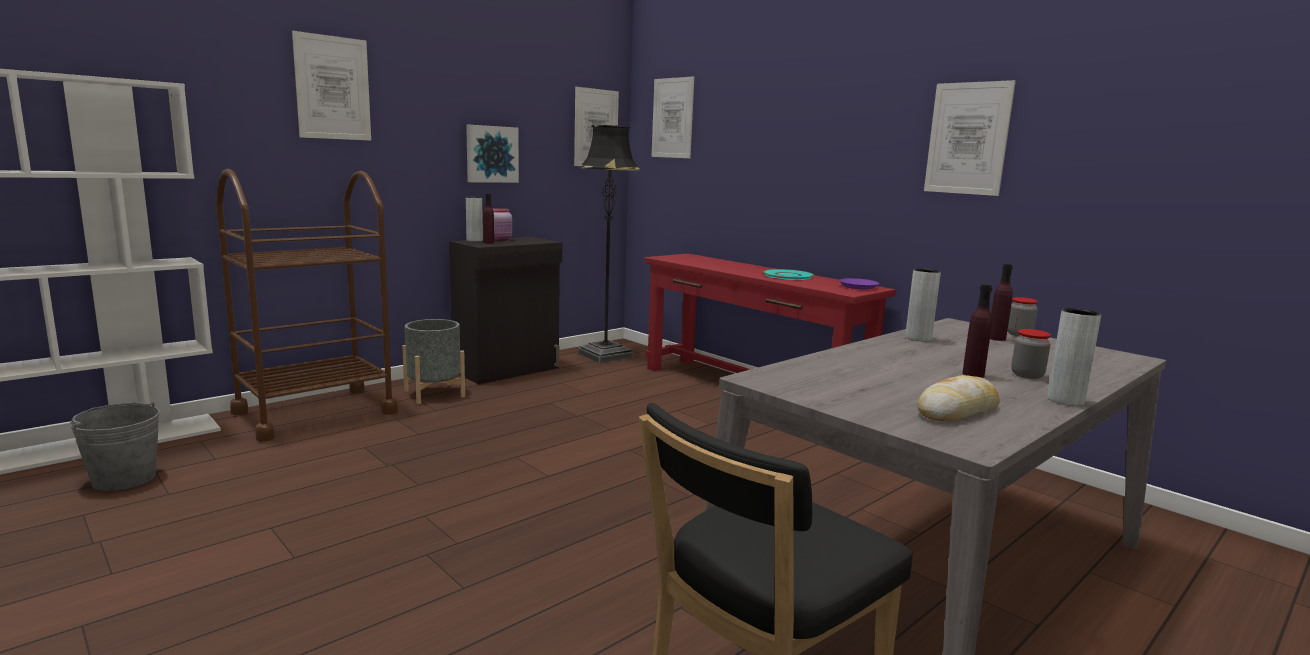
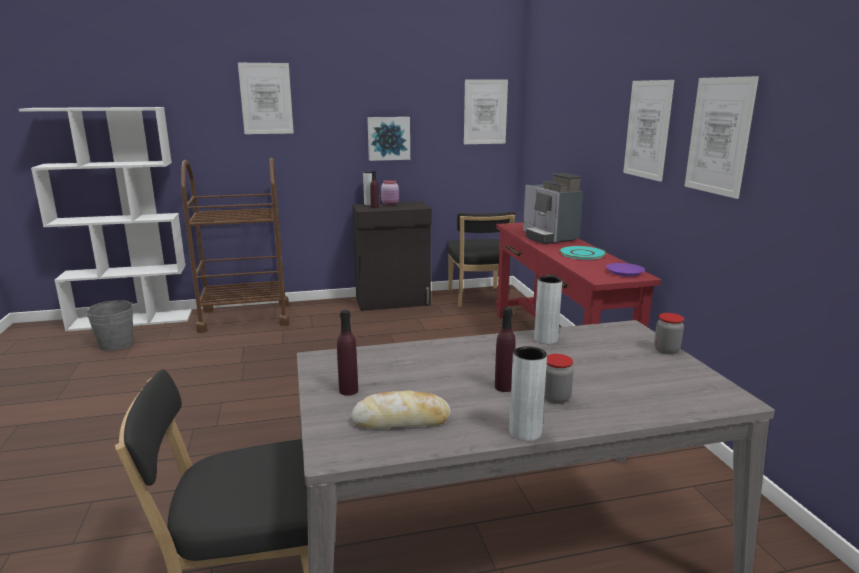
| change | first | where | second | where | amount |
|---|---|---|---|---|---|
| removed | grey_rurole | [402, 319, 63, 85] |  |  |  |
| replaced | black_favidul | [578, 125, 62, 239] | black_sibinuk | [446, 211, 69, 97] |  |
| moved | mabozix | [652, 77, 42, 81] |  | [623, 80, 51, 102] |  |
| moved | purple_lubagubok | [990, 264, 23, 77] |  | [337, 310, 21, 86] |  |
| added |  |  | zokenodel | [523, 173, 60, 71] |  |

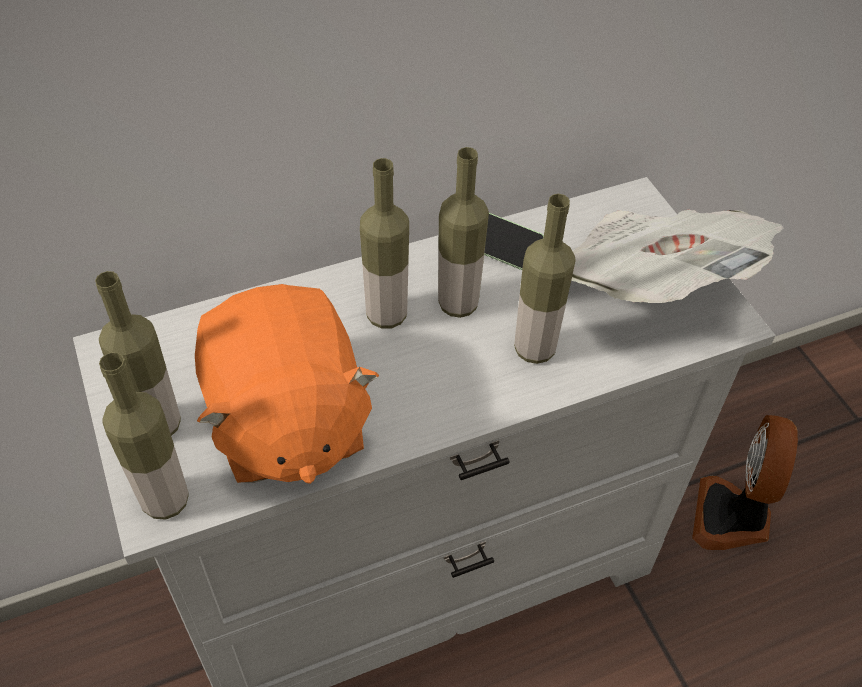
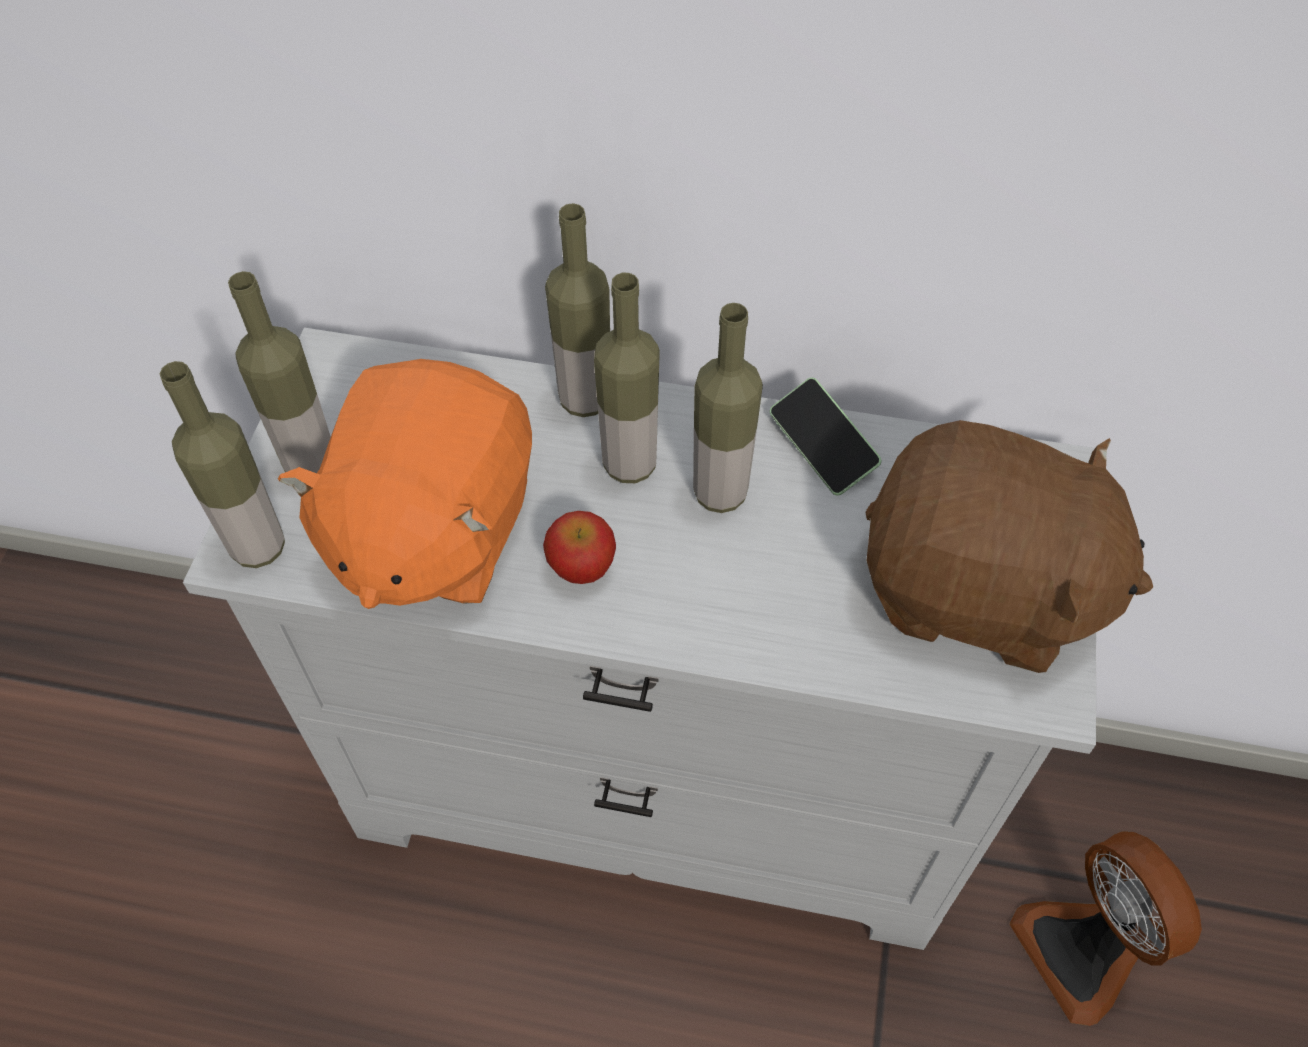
| change | first | where | second | where | amount |
|---|---|---|---|---|---|
| moved | lubagubok | [514, 194, 62, 170] |  | [545, 203, 65, 214] |  |
| replaced | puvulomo | [572, 210, 212, 93] | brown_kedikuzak | [866, 420, 287, 253] |  |
| turned | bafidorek | [692, 415, 106, 135] |  | [1009, 831, 193, 195] | 75 degrees counterclockwise |
| added |  |  | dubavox | [543, 511, 73, 73] |  |

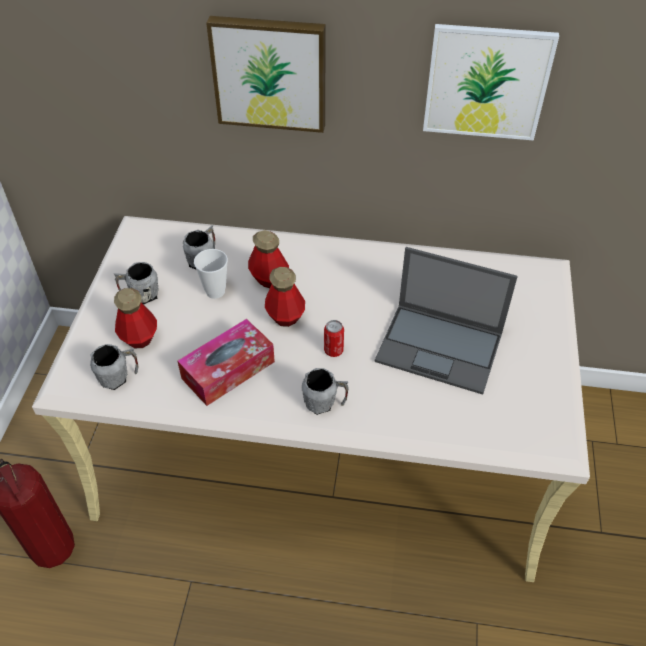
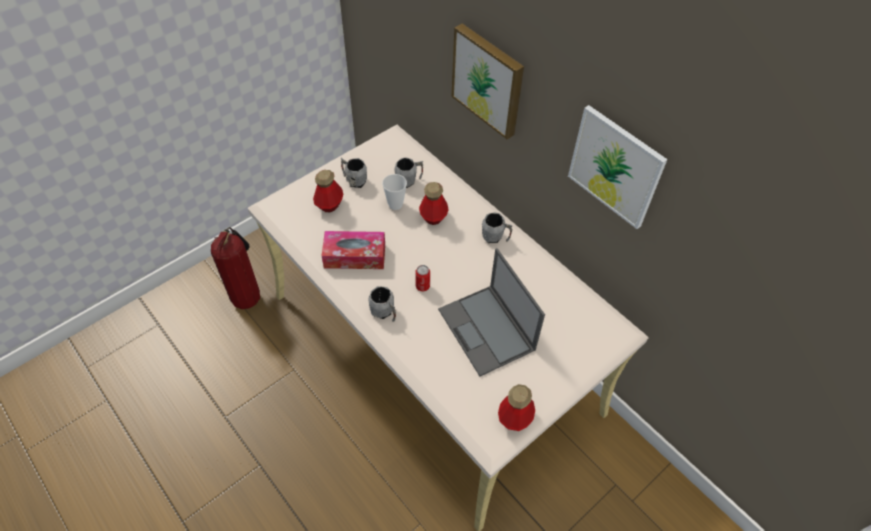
| change | first | where | second | where | amount |
|---|---|---|---|---|---|
| moved | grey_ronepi | [90, 344, 49, 46] |  | [482, 212, 31, 31] |  |
| moved | lubagubok | [265, 267, 40, 60] |  | [498, 384, 37, 47] |  |

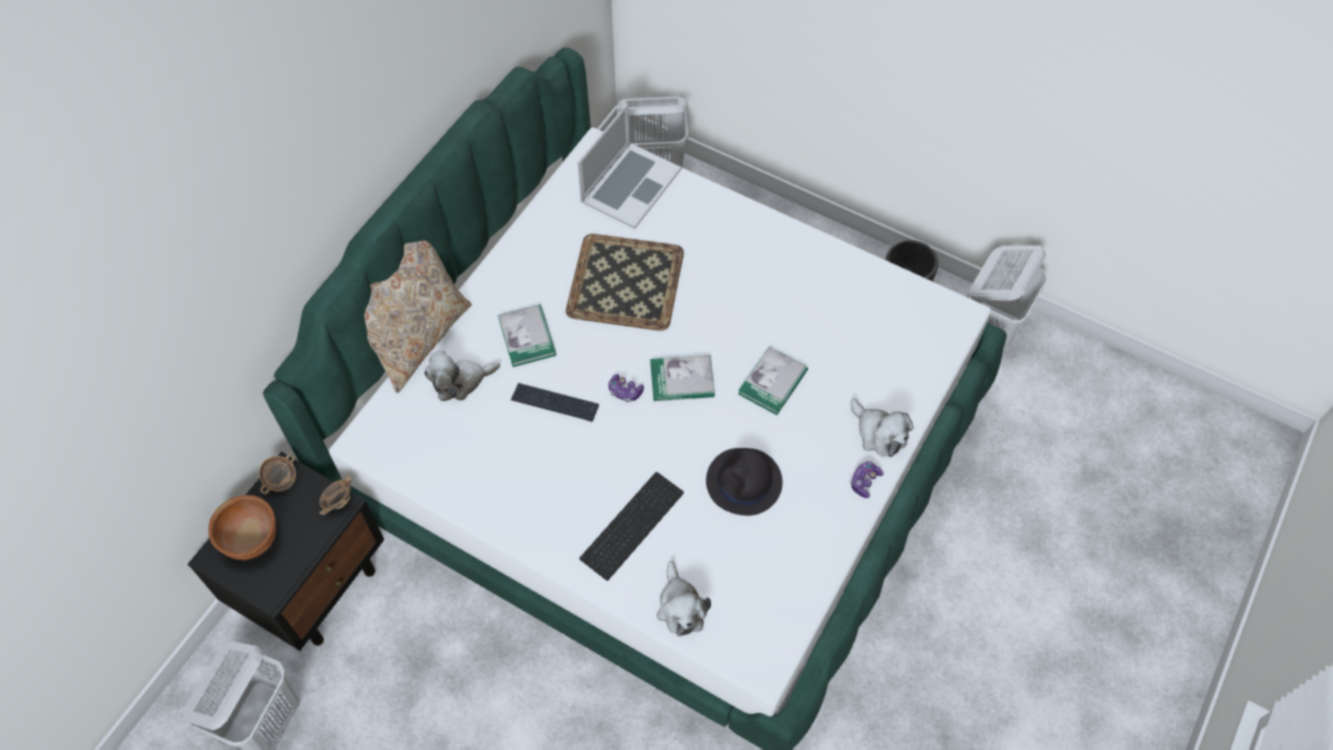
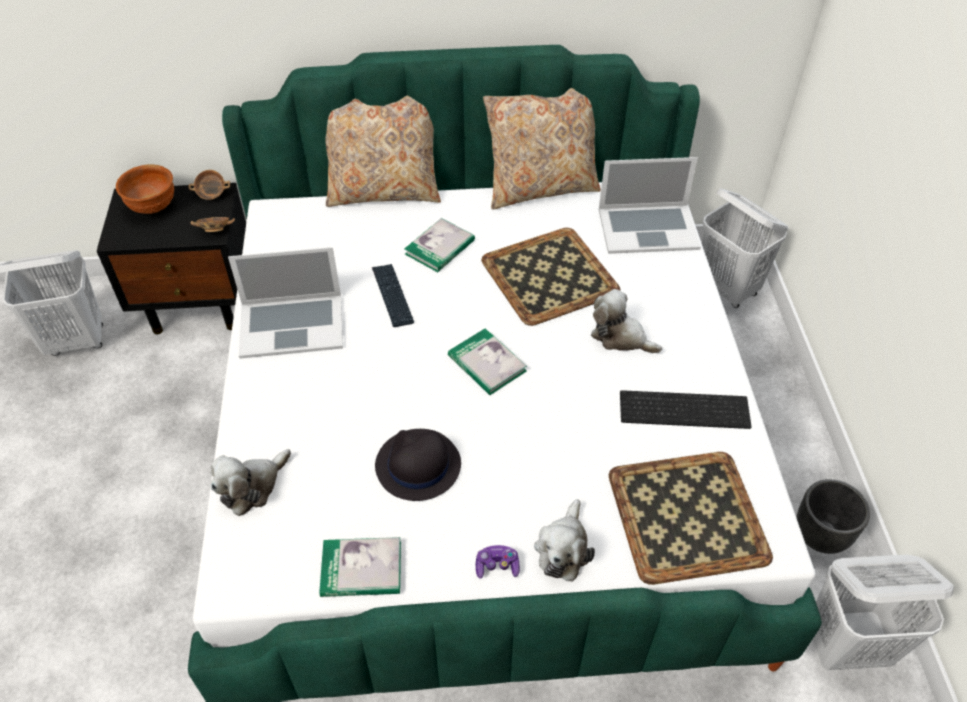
| change | first | where | second | where | amount |
|---|---|---|---|---|---|
| moved | kedikuzak | [424, 350, 76, 51] |  | [591, 289, 71, 64] |  |
| moved | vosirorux | [580, 472, 104, 109] |  | [620, 390, 132, 39] |  |
| removed | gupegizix | [608, 374, 36, 28] |  |  |  |
| moved | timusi | [738, 347, 70, 68] |  | [319, 537, 82, 60] |  |
| added |  |  | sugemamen | [228, 247, 115, 112] |  |
| added |  |  | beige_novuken | [483, 88, 118, 122] |  |
| added |  |  | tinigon | [609, 452, 164, 133] |  |

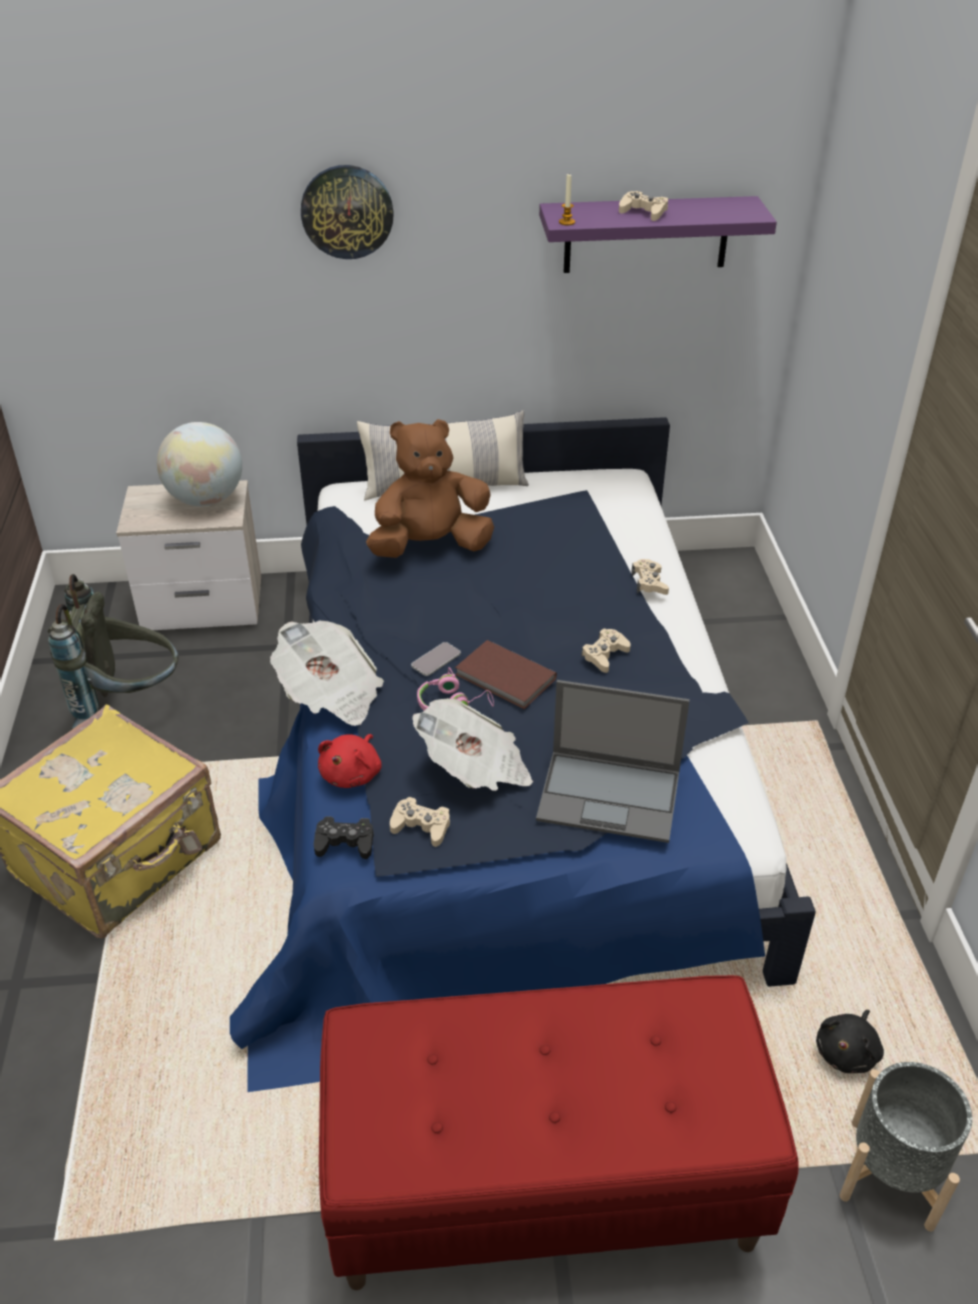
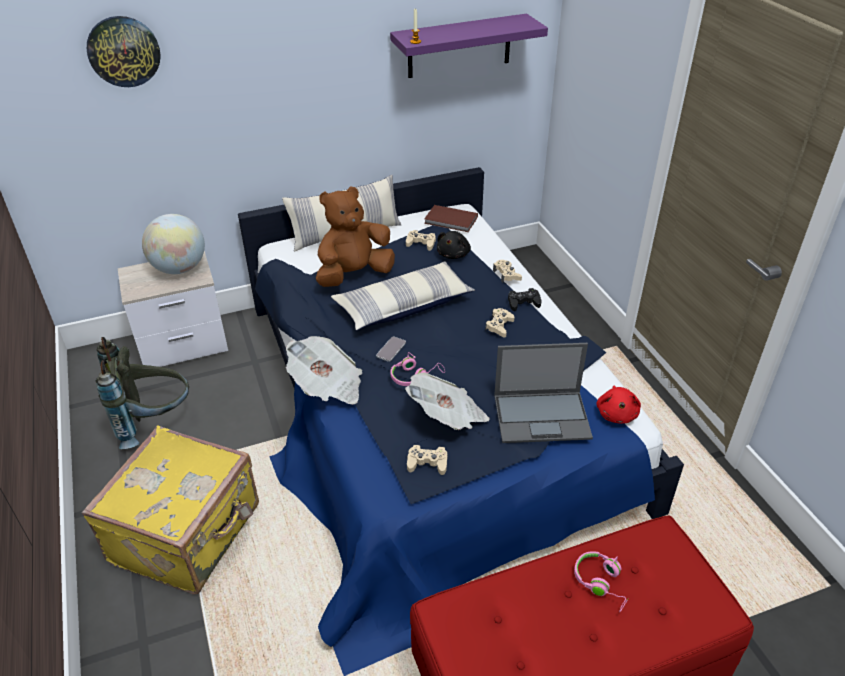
| change | first | where | second | where | amount |
|---|---|---|---|---|---|
| moved | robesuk | [301, 165, 93, 94] |  | [87, 16, 74, 71] |  |
| moved | black_gupegizix | [314, 816, 60, 43] |  | [508, 288, 33, 23] |  |
| moved | red_kedikuzak | [318, 734, 64, 54] |  | [596, 386, 45, 38] |  |
| moved | brown_timusi | [455, 640, 102, 69] |  | [424, 205, 54, 27] |  |
| moved | beige_gupegizix | [619, 191, 49, 30] |  | [406, 230, 30, 21] |  |
| moved | black_kedikuzak | [816, 1010, 68, 63] |  | [437, 231, 34, 28] |  |
| removed | grey_rurole | [840, 1062, 132, 169] |  |  |  |
| added |  |  | novuken | [331, 261, 144, 70] |  |
| added |  |  | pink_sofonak | [574, 551, 54, 61] |  |

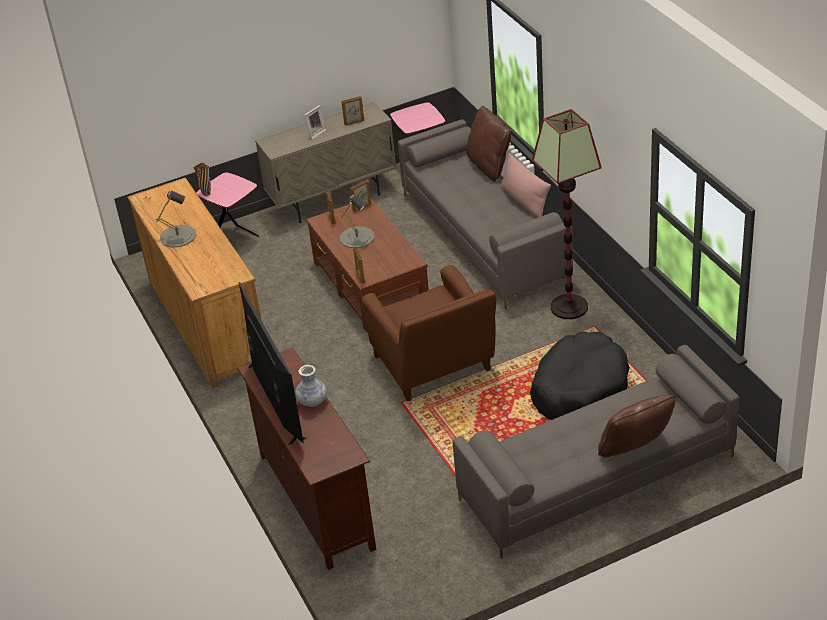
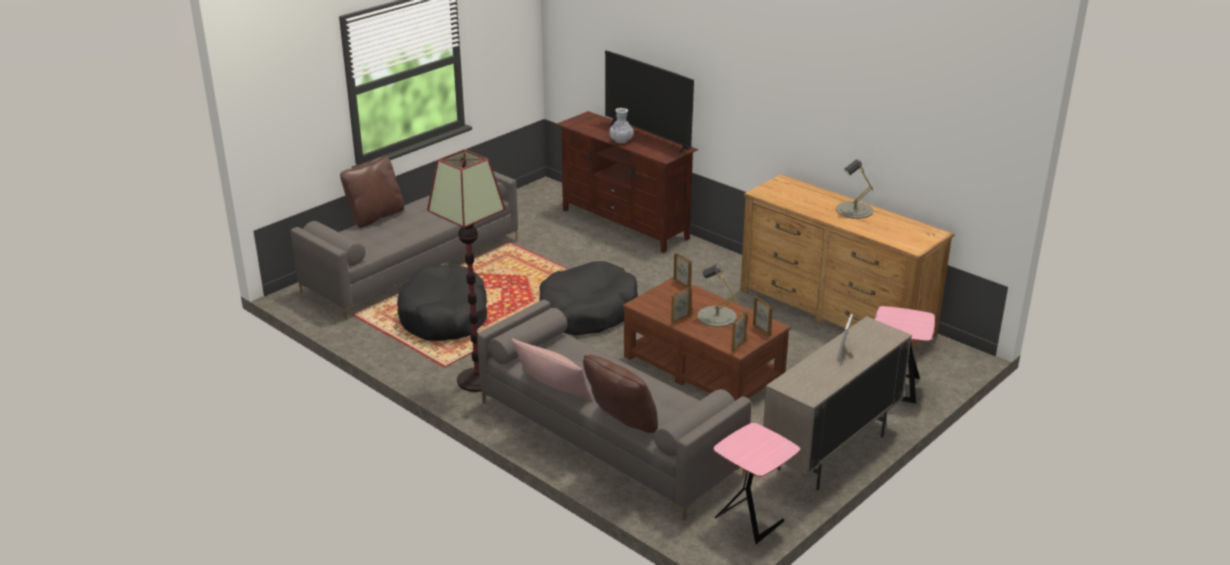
| change | first | where | second | where | amount |
|---|---|---|---|---|---|
| removed | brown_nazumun | [193, 162, 18, 34] |  |  |  |
| moved | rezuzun | [342, 96, 22, 29] |  | [671, 287, 21, 37] |  |
| replaced | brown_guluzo | [362, 265, 134, 136] | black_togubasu | [540, 261, 98, 74] |  |

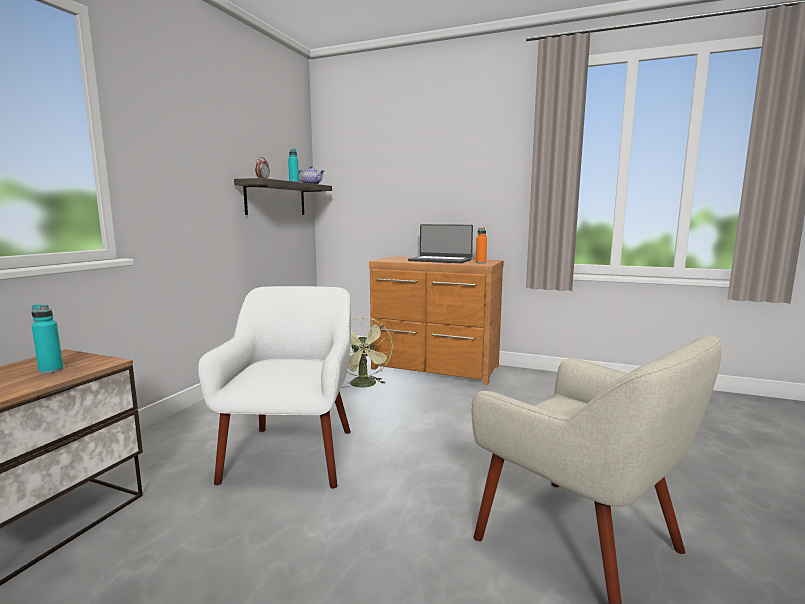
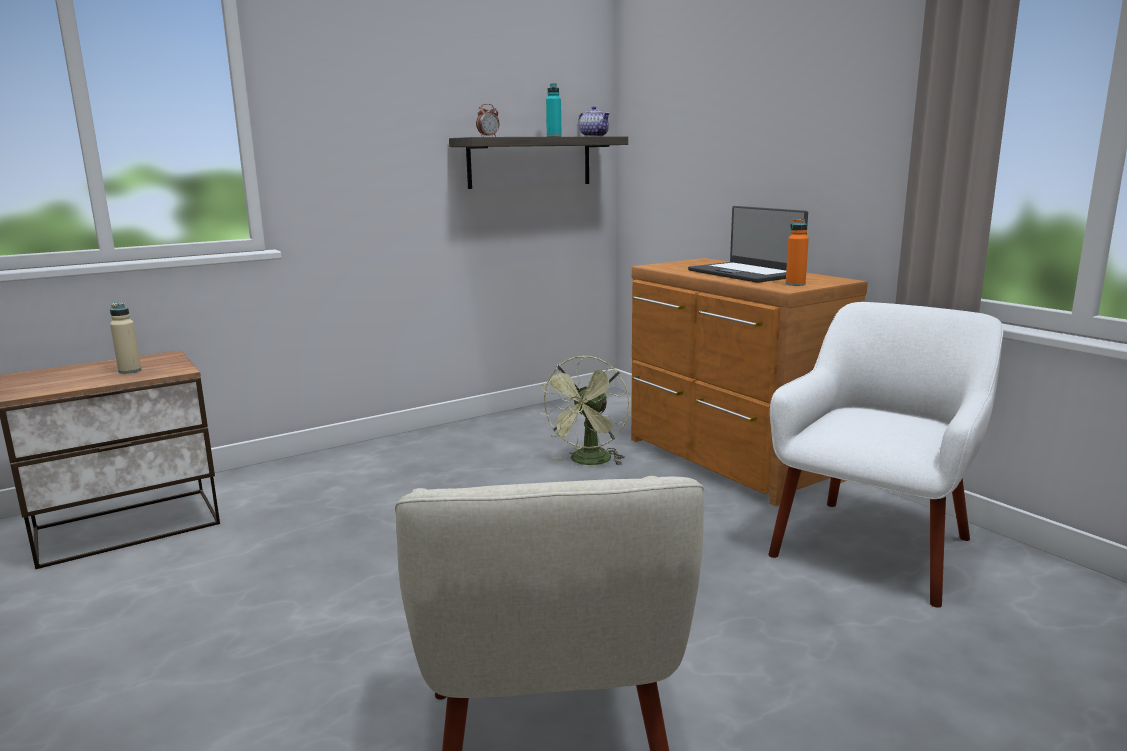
| change | first | where | second | where | amount |
|---|---|---|---|---|---|
| recoloured | turquoise_lubagubok | [31, 305, 33, 69] | beige_lubagubok | [110, 302, 31, 72] |  |
| moved | white_guluzo | [198, 286, 153, 202] |  | [768, 302, 235, 306] |  |

